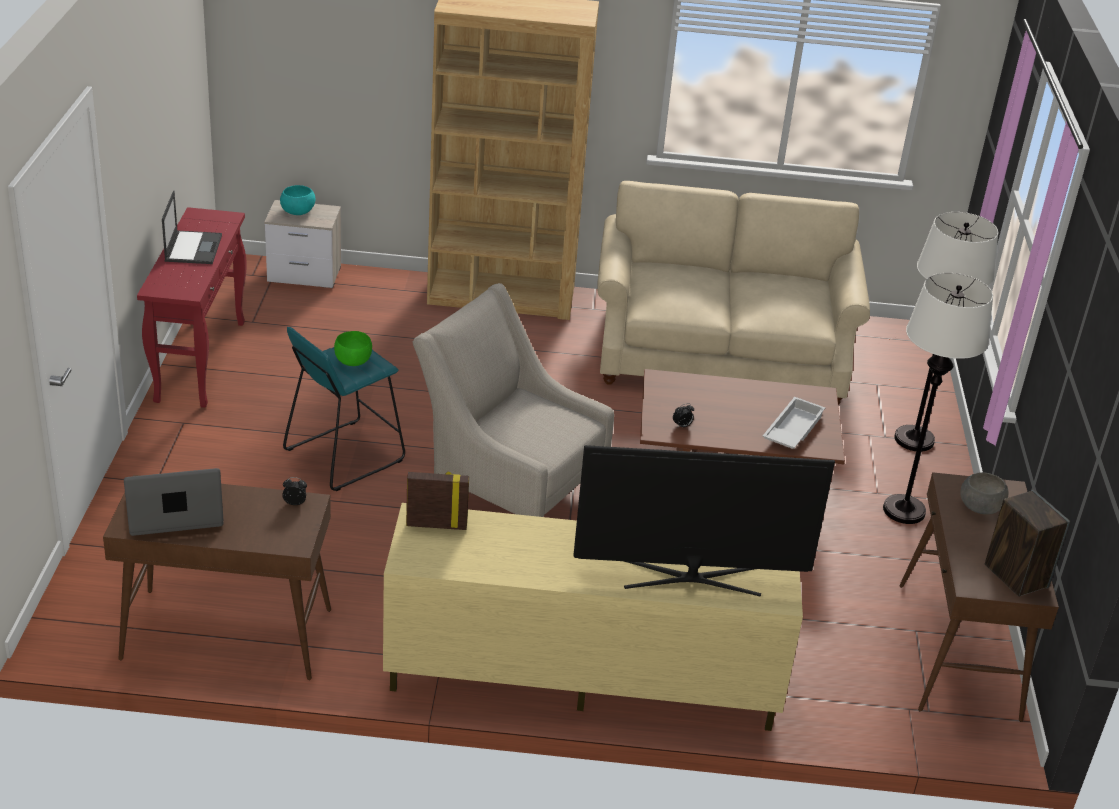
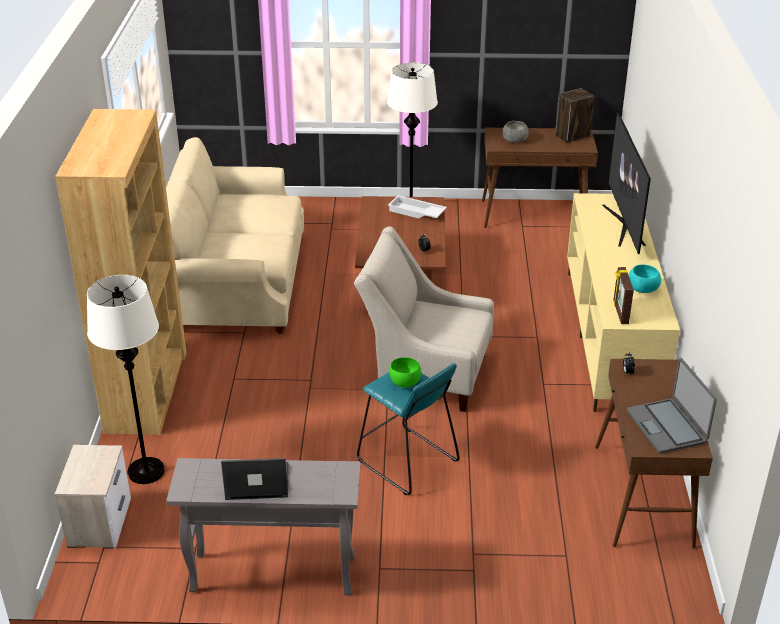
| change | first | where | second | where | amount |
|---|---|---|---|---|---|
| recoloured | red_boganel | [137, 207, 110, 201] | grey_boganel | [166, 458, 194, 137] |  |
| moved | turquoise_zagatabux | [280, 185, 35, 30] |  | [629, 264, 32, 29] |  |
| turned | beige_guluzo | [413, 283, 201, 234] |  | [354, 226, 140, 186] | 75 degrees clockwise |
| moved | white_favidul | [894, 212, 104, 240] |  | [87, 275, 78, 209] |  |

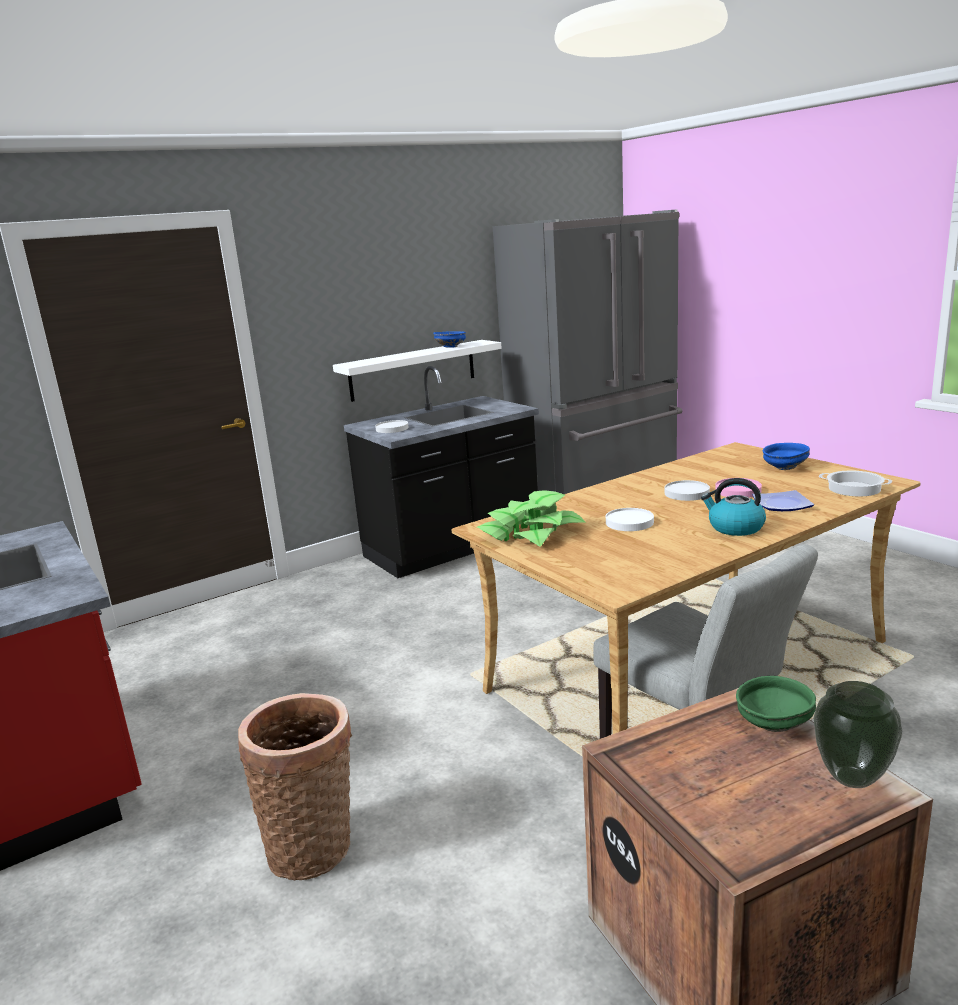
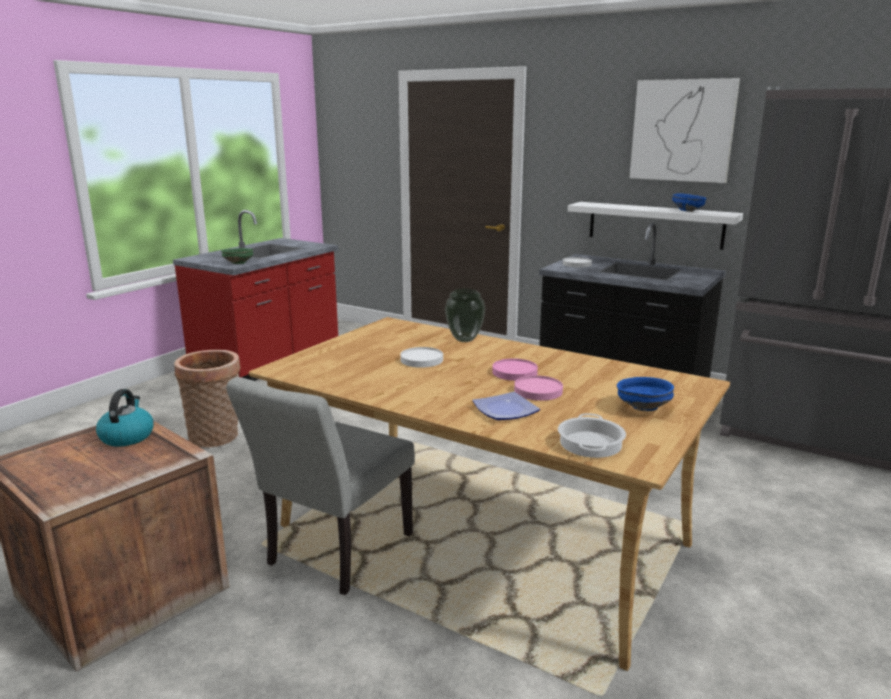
| change | first | where | second | where | amount |
|---|---|---|---|---|---|
| removed | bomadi | [477, 490, 109, 57] |  |  |  |
| recoloured | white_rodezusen | [665, 480, 45, 21] | pink_rodezusen | [492, 358, 46, 23] |  |
| moved | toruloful | [701, 478, 65, 58] |  | [96, 389, 58, 58] |  |
| moved | green_zagatabux | [736, 676, 80, 56] |  | [221, 248, 32, 16] |  |
| moved | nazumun | [814, 681, 88, 107] |  | [445, 289, 40, 53] |  |
| added |  |  | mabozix | [629, 78, 111, 105] |  |

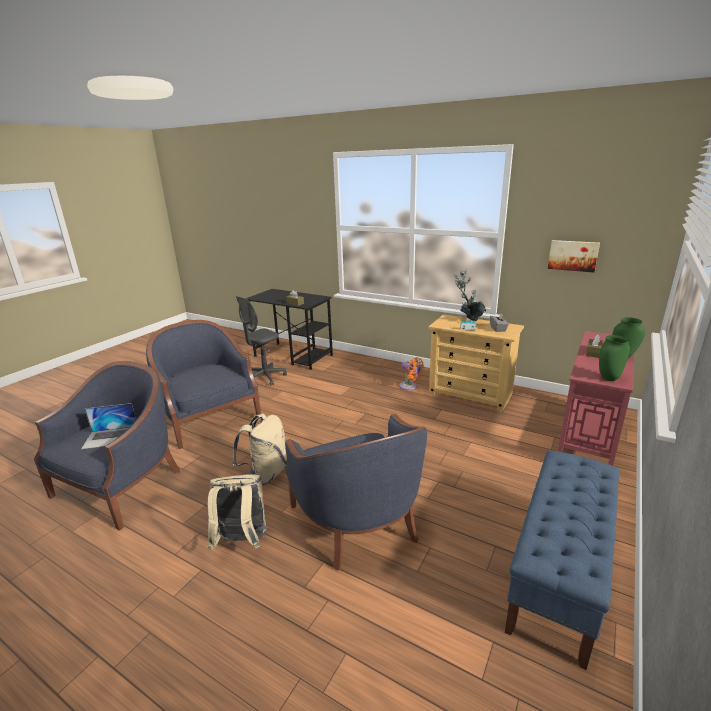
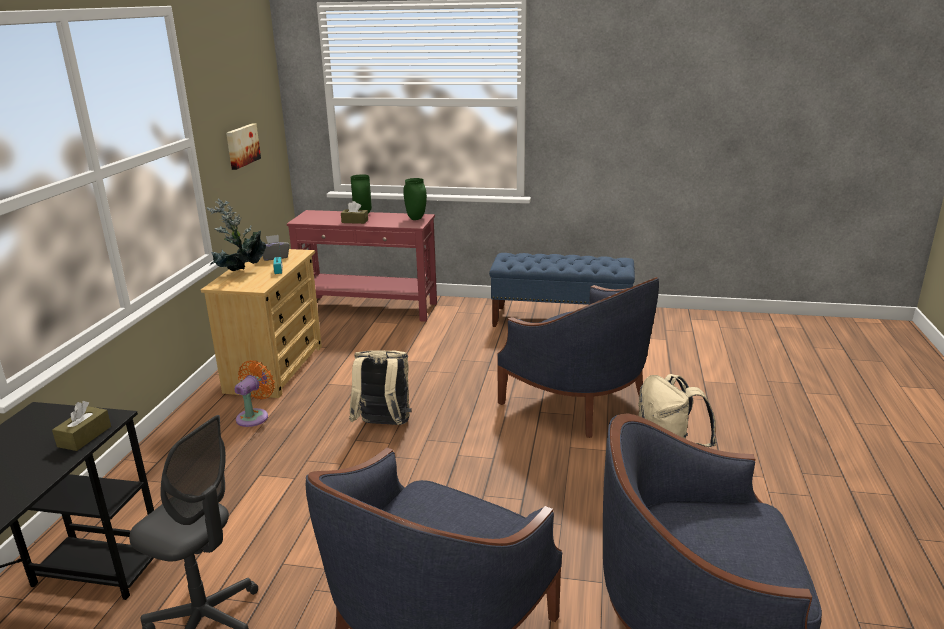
| change | first | where | second | where | amount |
|---|---|---|---|---|---|
| removed | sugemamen | [81, 403, 55, 46] |  |  |  |
| moved | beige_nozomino | [232, 414, 55, 71] |  | [349, 350, 63, 75] |  |
| turned | blue_guluzo | [285, 414, 142, 156] |  | [497, 277, 162, 161] | 90 degrees clockwise |

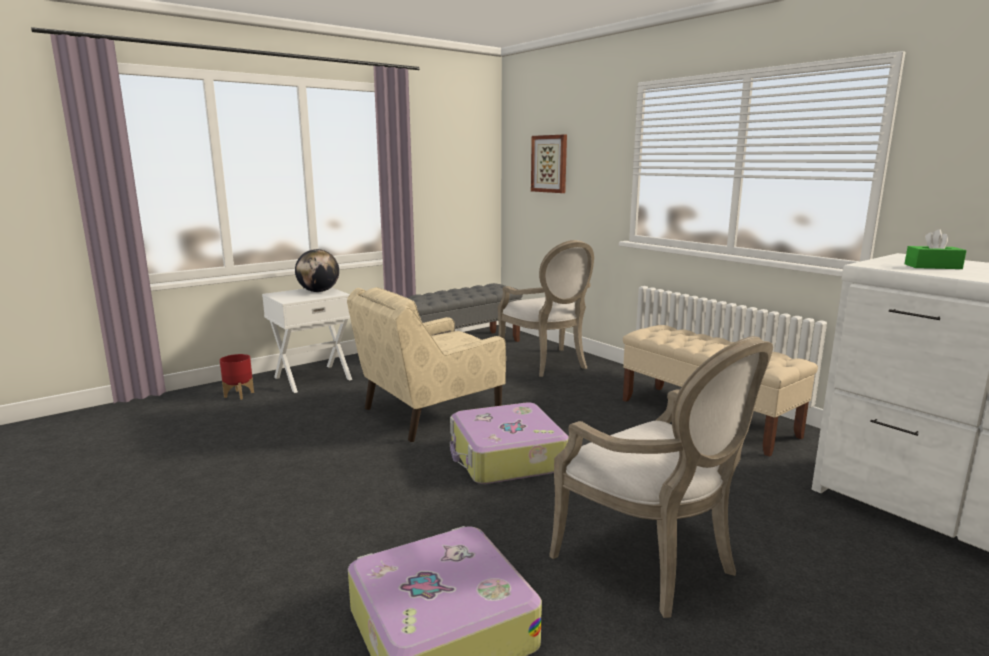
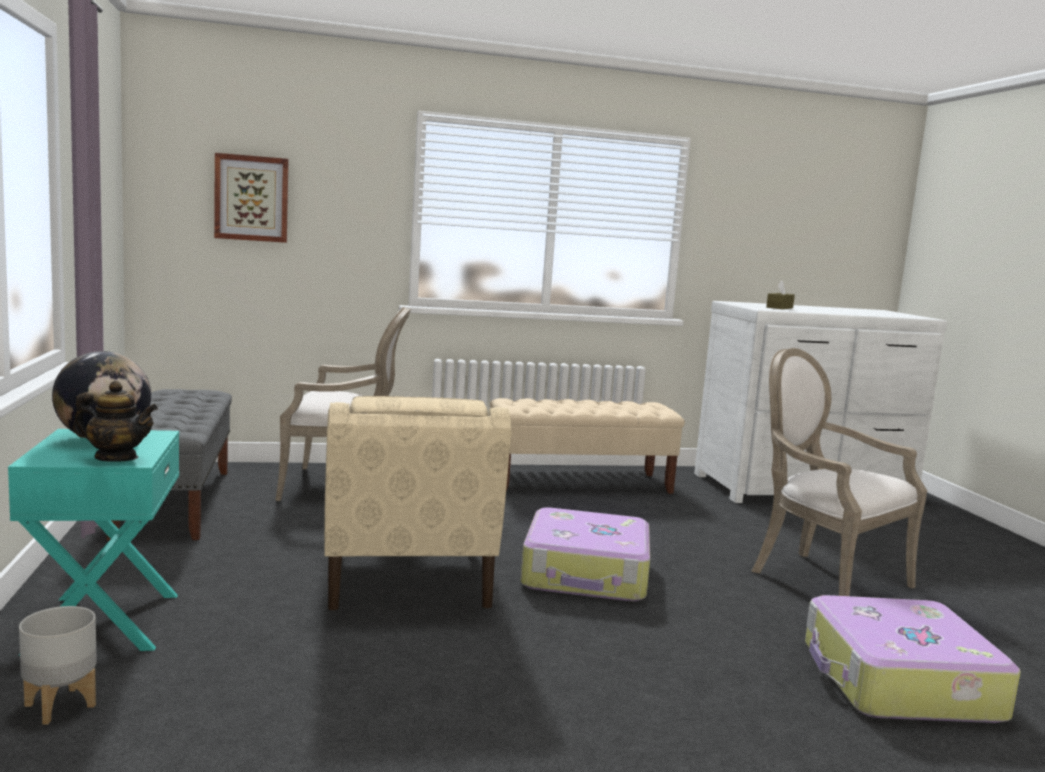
| change | first | where | second | where | amount |
|---|---|---|---|---|---|
| recoloured | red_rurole | [220, 354, 34, 46] | grey_rurole | [19, 606, 78, 119] |  |
| recoloured | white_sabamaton | [262, 287, 90, 106] | turquoise_sabamaton | [8, 429, 171, 227] |  |
| turned | guluzo | [549, 336, 224, 282] |  | [751, 348, 176, 248] | 120 degrees counterclockwise |
| recoloured | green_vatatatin | [905, 229, 62, 40] | brown_vatatatin | [766, 280, 29, 29] |  |
| added |  |  | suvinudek | [73, 381, 85, 81] |  |

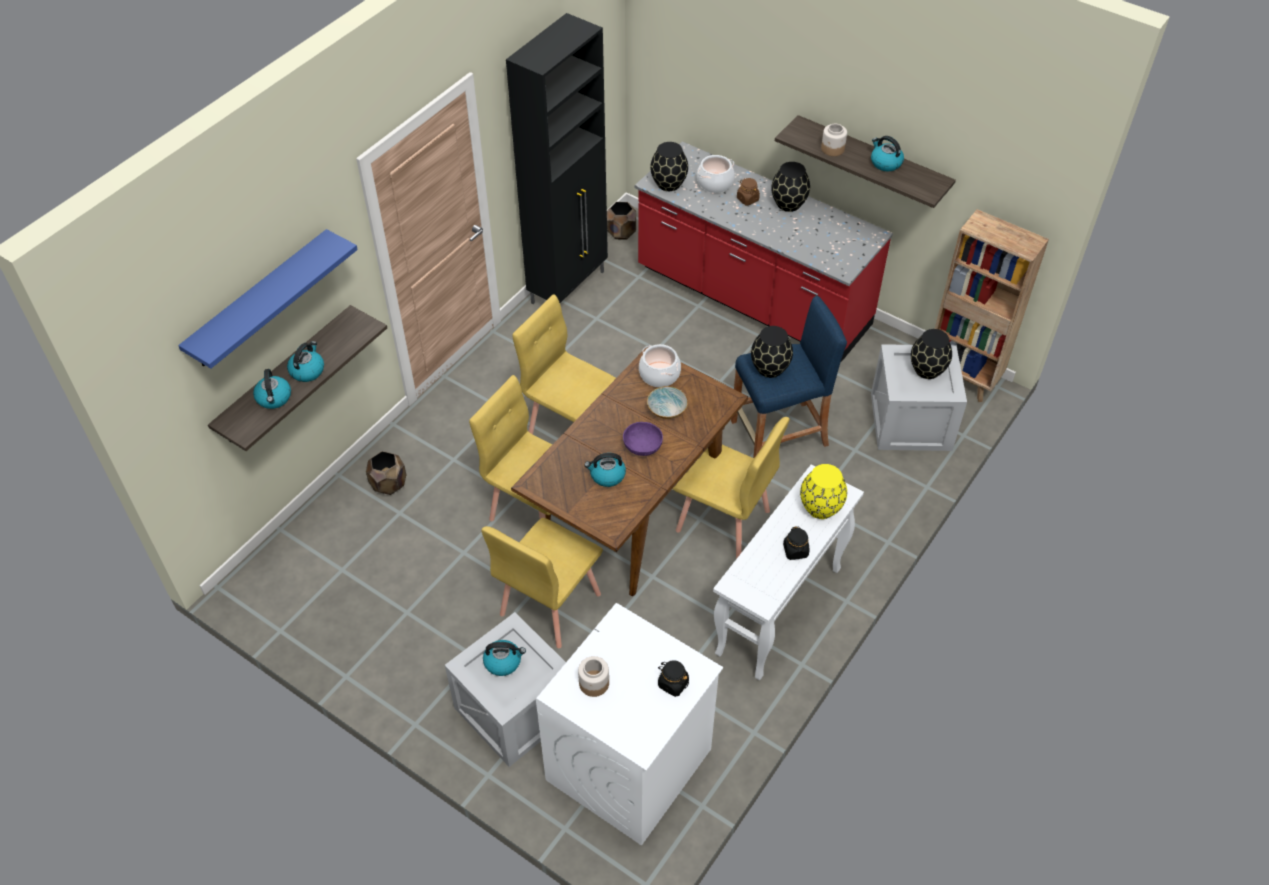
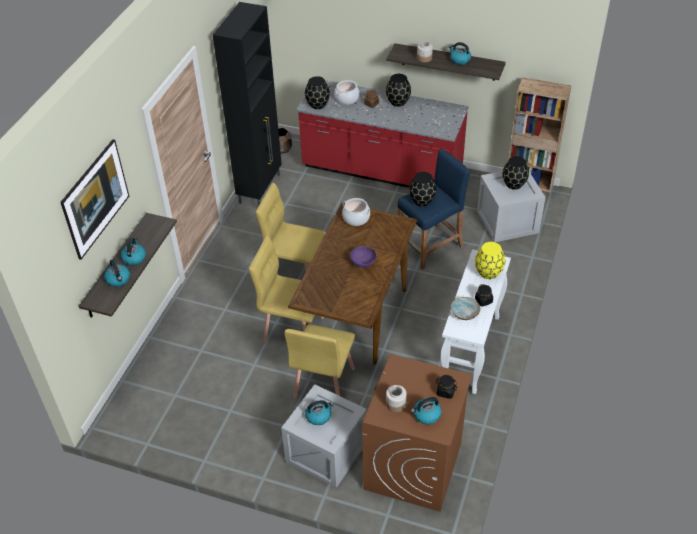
| change | first | where | second | where | amount |
|---|---|---|---|---|---|
| replaced | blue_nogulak | [178, 229, 180, 140] | mabozix | [60, 139, 69, 121] |  |
| removed | brown_rurole | [366, 451, 40, 44] |  |  |  |
| recoloured | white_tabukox | [536, 603, 187, 243] | brown_tabukox | [362, 354, 110, 158] |  |
| moved | toruloful | [584, 453, 42, 34] |  | [411, 397, 31, 27] |  |
| moved | zagatabux | [647, 386, 41, 33] |  | [451, 297, 29, 23] |  |
| removed | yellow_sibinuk | [673, 417, 117, 142] |  |  |  |

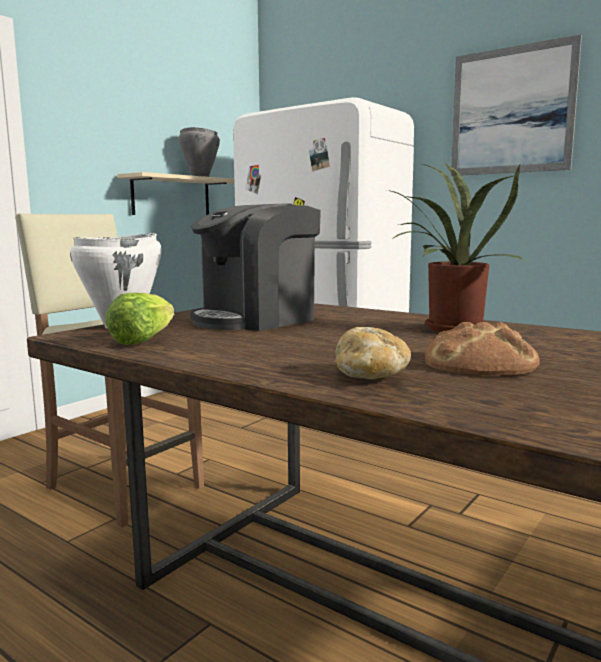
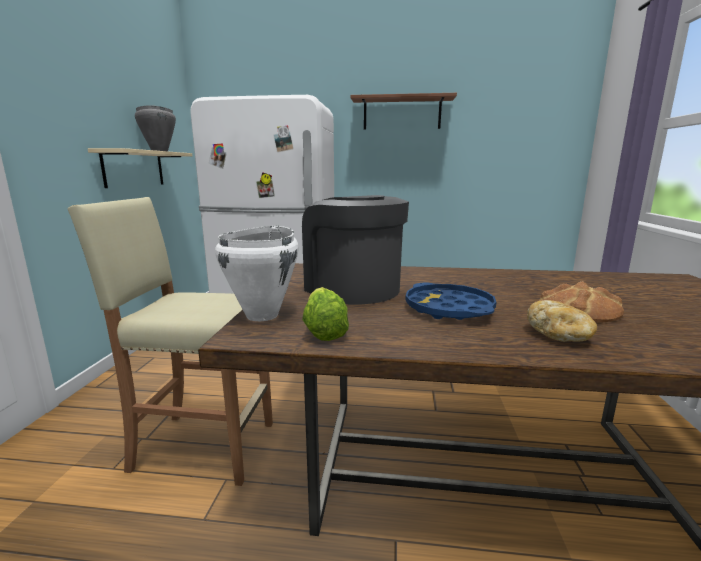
| change | first | where | second | where | amount |
|---|---|---|---|---|---|
| turned | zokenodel | [190, 203, 131, 128] |  | [302, 195, 107, 110] | 120 degrees clockwise |
| removed | bomadi | [387, 164, 137, 168] |  |  |  |
| replaced | mabozix | [451, 34, 131, 142] | brown_nogulak | [350, 93, 107, 37] |  |
| added |  |  | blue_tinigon | [405, 283, 91, 37] |  |

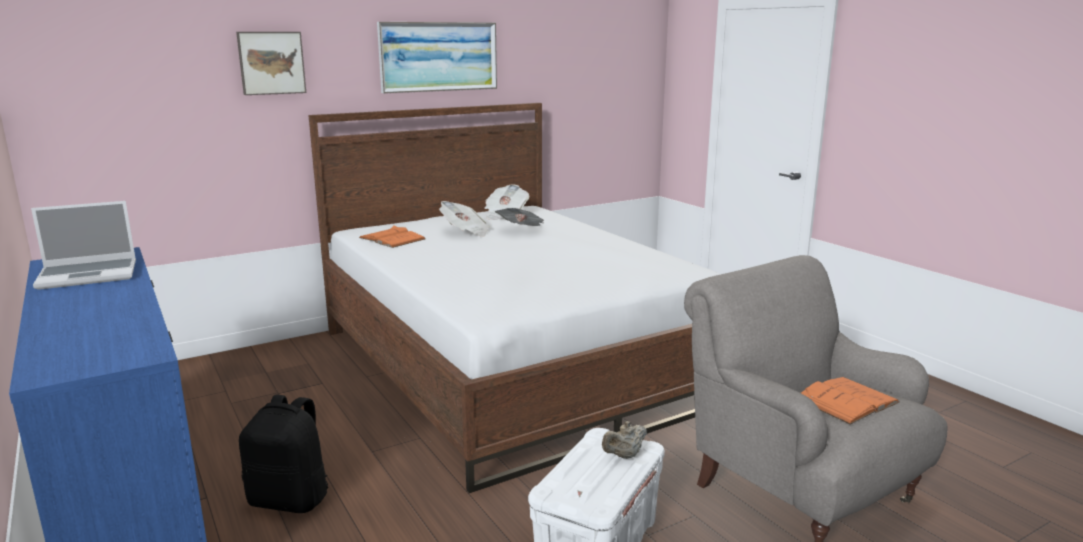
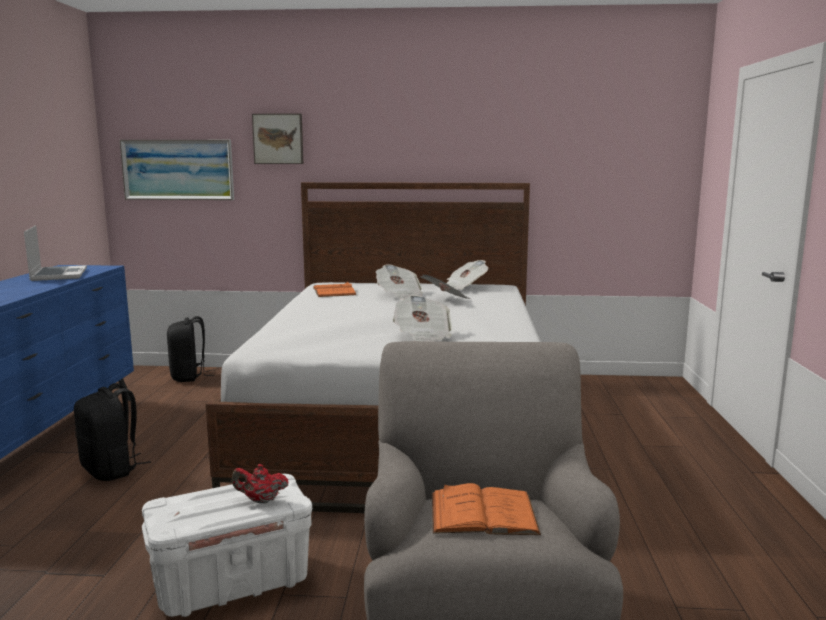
| change | first | where | second | where | amount |
|---|---|---|---|---|---|
| turned | sugemamen | [31, 201, 105, 89] |  | [24, 225, 63, 56] | 120 degrees counterclockwise |
| moved | mabozix | [377, 22, 120, 71] |  | [120, 140, 114, 60] |  |
| recoloured | beige_suvinudek | [602, 421, 45, 38] | red_suvinudek | [232, 464, 56, 40] |  |
| added |  |  | black_nozomino | [167, 316, 48, 66] |  |
| added |  |  | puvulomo | [393, 295, 59, 47] |  |

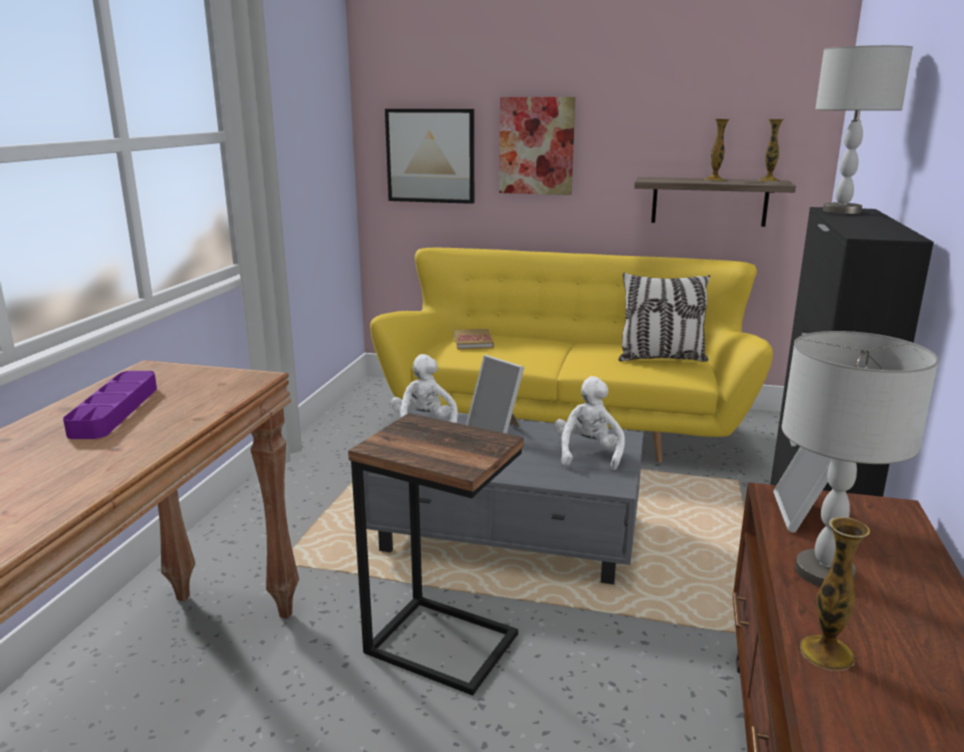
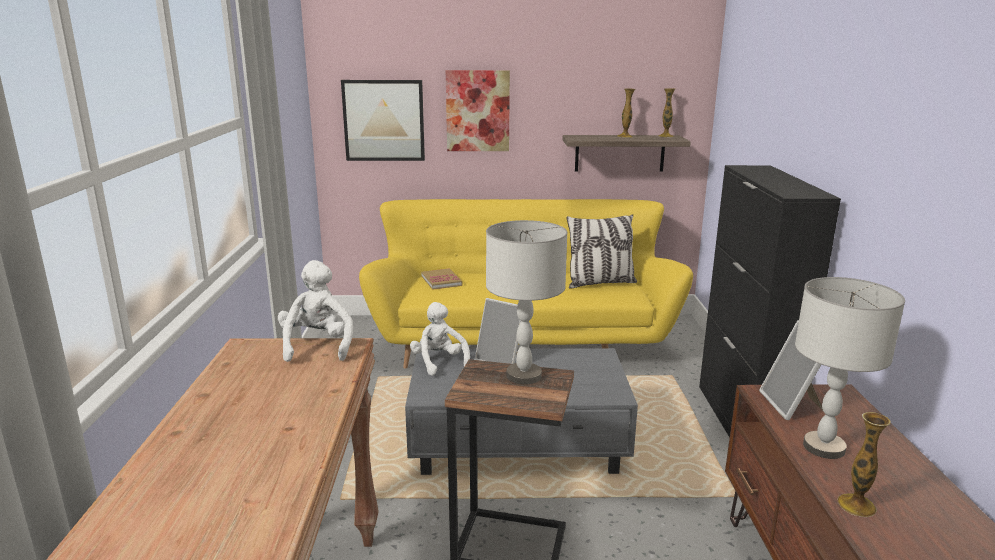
| change | first | where | second | where | amount |
|---|---|---|---|---|---|
| removed | purple_tinigon | [63, 371, 94, 68] |  |  |  |
| moved | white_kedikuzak | [555, 376, 70, 95] |  | [278, 260, 75, 102] |  |
| moved | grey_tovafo | [815, 45, 98, 169] |  | [486, 220, 82, 165] |  |

